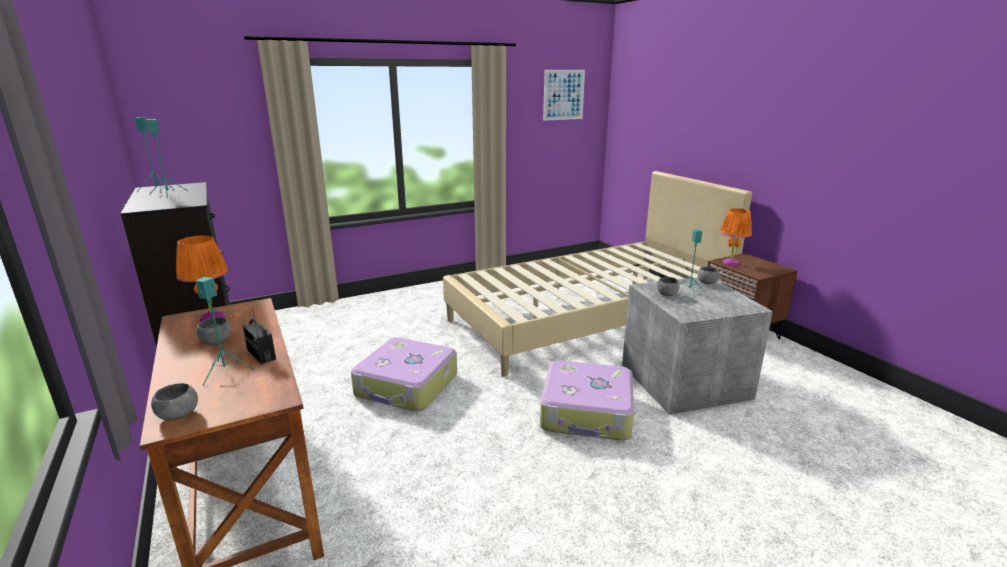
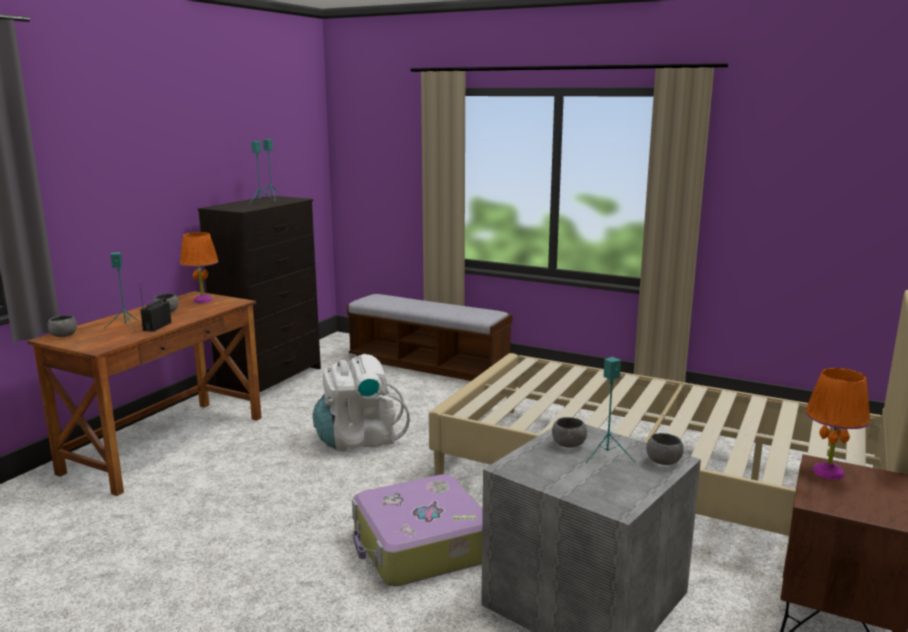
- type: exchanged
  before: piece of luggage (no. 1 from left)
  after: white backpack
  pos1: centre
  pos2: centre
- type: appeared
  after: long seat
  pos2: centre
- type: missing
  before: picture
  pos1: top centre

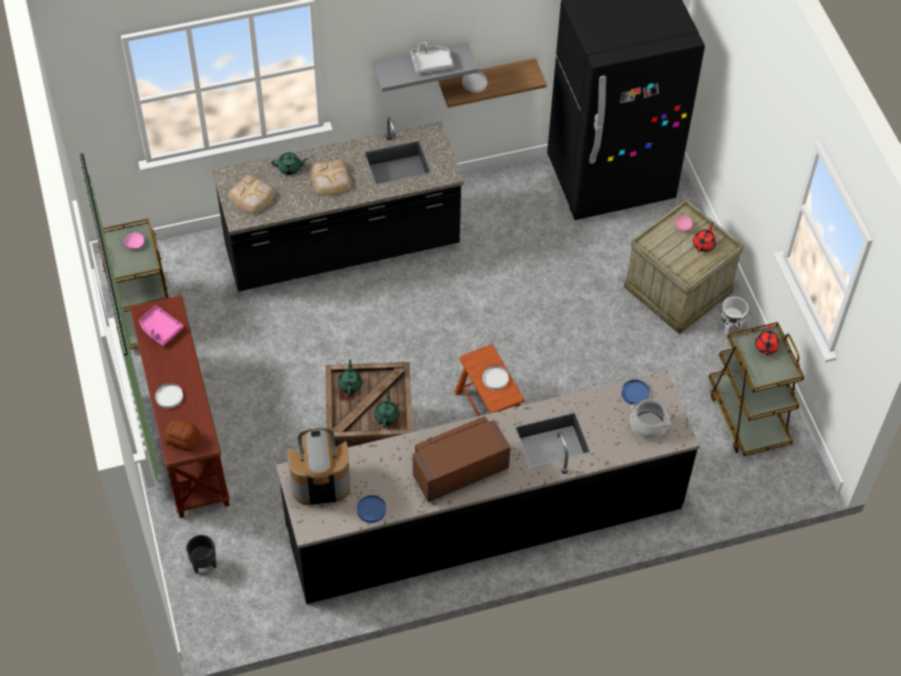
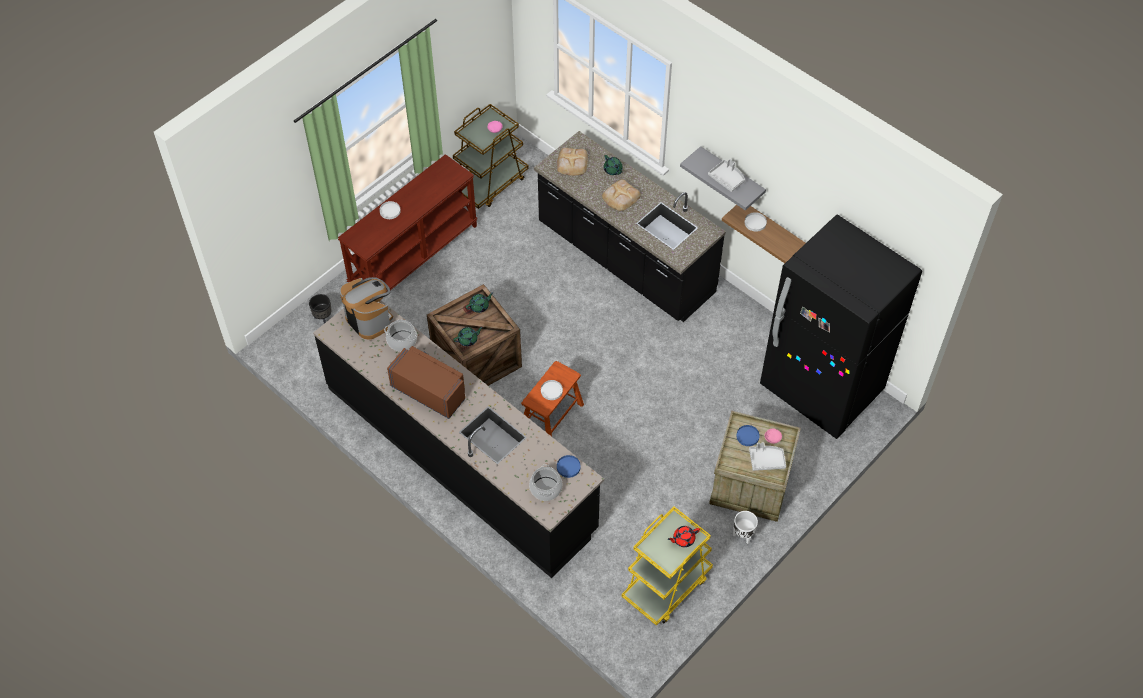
- type: appeared
  after: stockpot (no. 1 from left)
  pos2: centre
- type: colour
  before: brown-coloured wheeled cart (no. 2 from left)
  after: yellow wheeled cart
  pos1: middle right
  pos2: bottom centre
- type: relocated
  before: blue-coloured dinner plate (no. 1 from left in the first image)
  after: blue-coloured dinner plate (no. 2 from left)
  pos1: bottom centre
  pos2: centre
- type: exchanged
  before: reddish pot for tea (no. 1 from left)
  after: gray carrying tray (no. 2 from left)
  pos1: middle right
  pos2: middle right
- type: missing
  before: pink-coloured carrying tray
  pos1: middle left
- type: missing
  before: bread (no. 1 from left)
  pos1: middle left

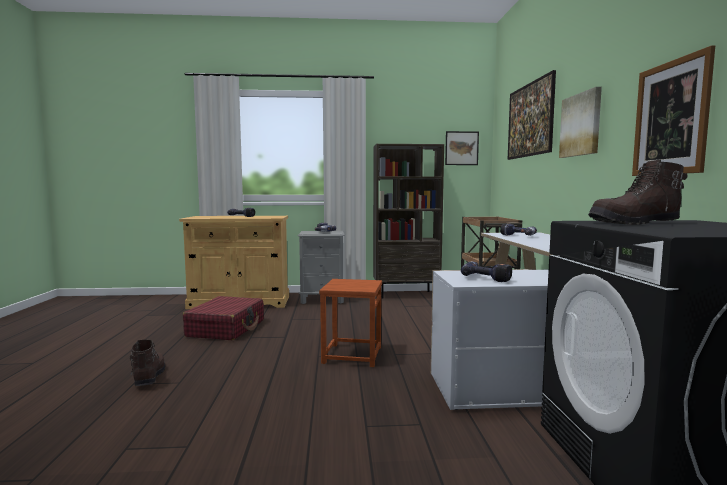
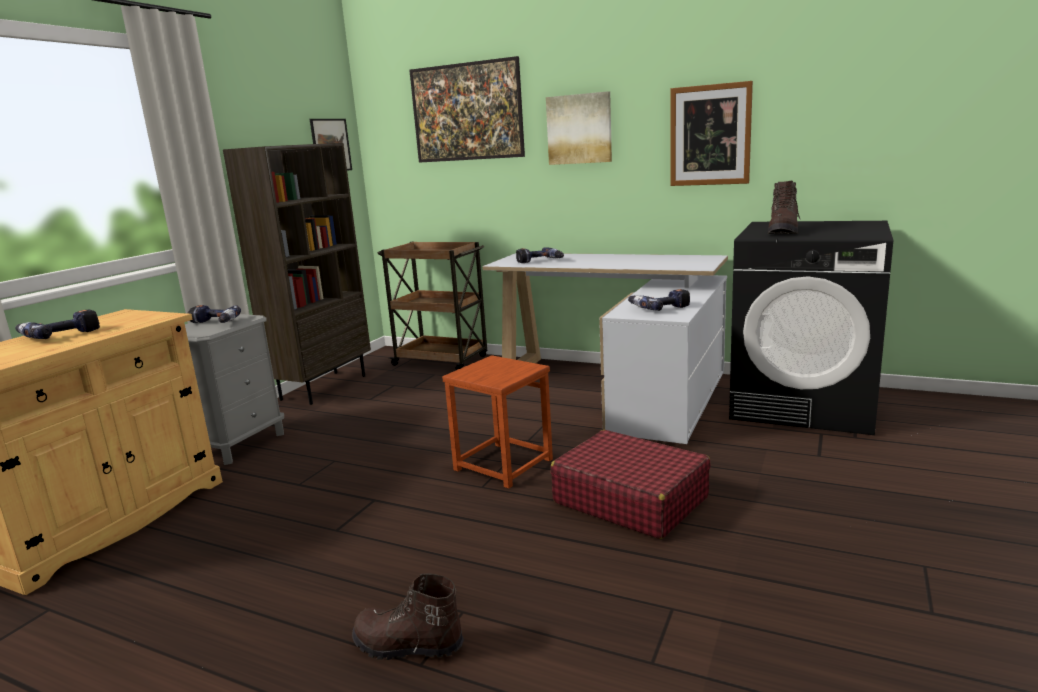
- type: relocated
  before: reddish piece of luggage
  pos1: middle left
  pos2: bottom centre

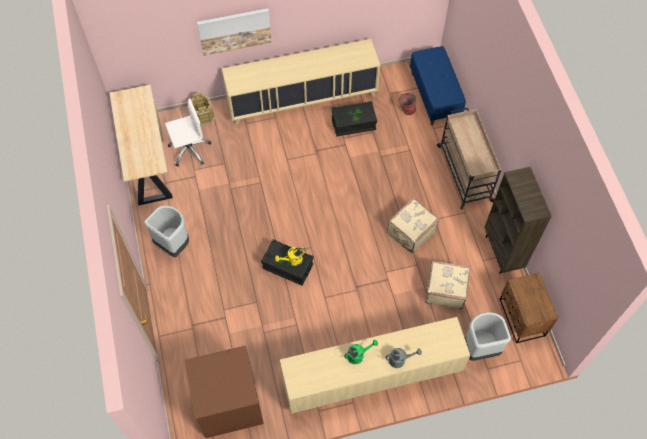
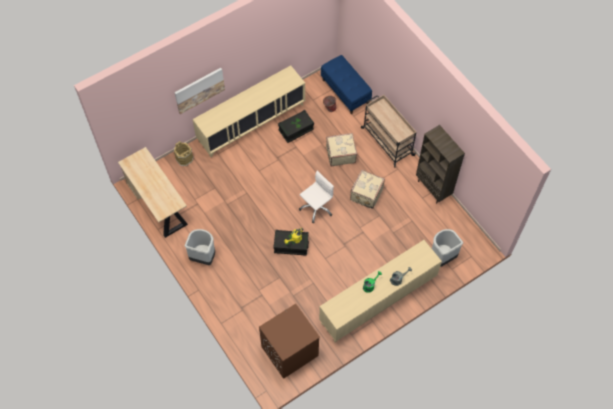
- type: relocated
  before: white desk chair
  pos1: top left
  pos2: centre
- type: relocated
  before: beige piece of luggage (no. 2 from left in the first image)
  after: beige piece of luggage (no. 1 from left)
  pos1: middle right
  pos2: centre
- type: missing
  before: brown-coloured bedside table
  pos1: bottom right

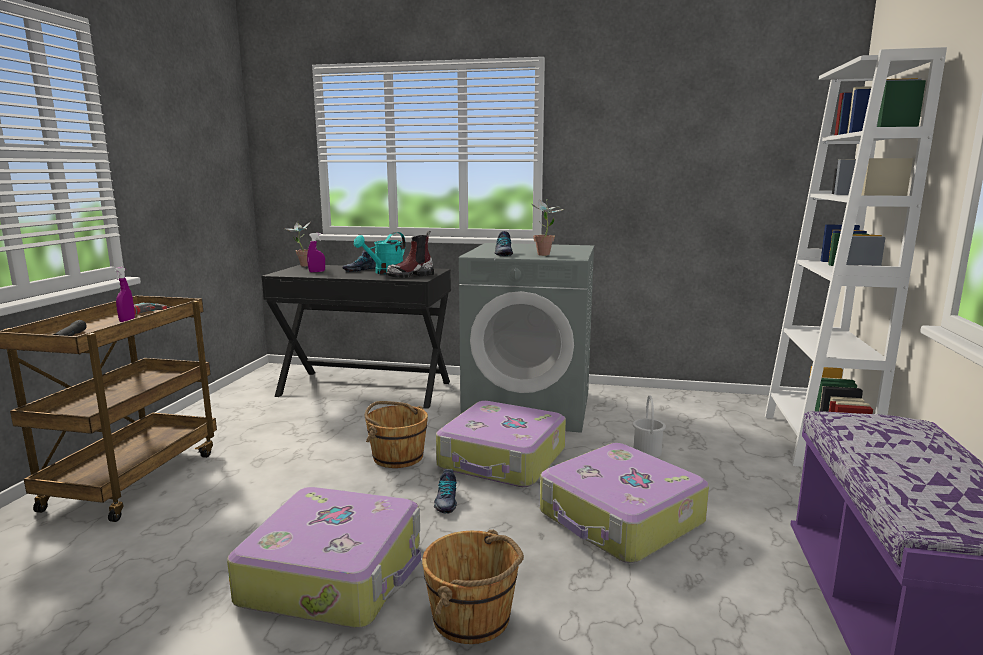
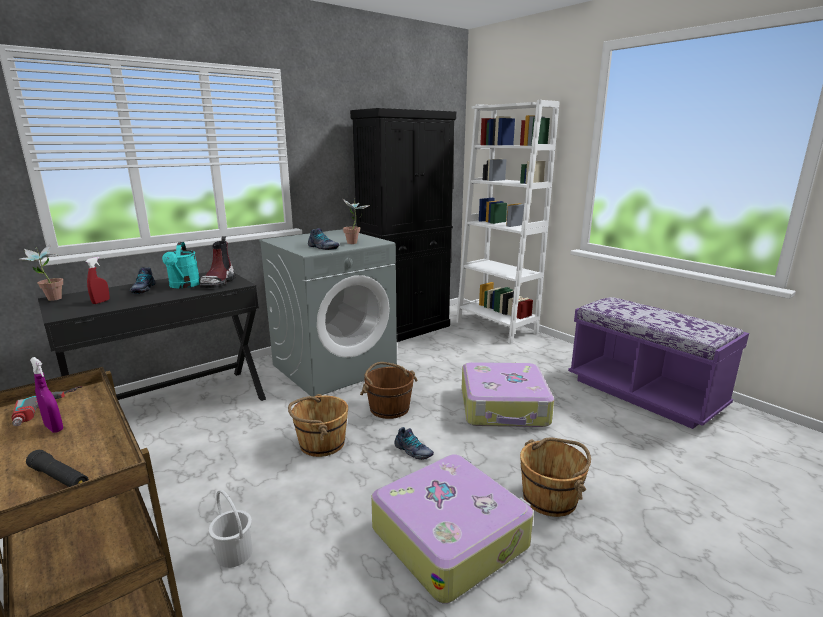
- type: colour
  before: purple-coloured spray bottle (no. 2 from left)
  after: reddish spray bottle
  pos1: middle left
  pos2: middle left
- type: relocated
  before: white bucket
  pos1: centre
  pos2: bottom left
- type: appeared
  after: black-coloured cabinet
  pos2: centre
- type: exchanged
  before: piece of luggage (no. 2 from left)
  after: brown-coloured bucket (no. 2 from left)
  pos1: bottom centre
  pos2: centre

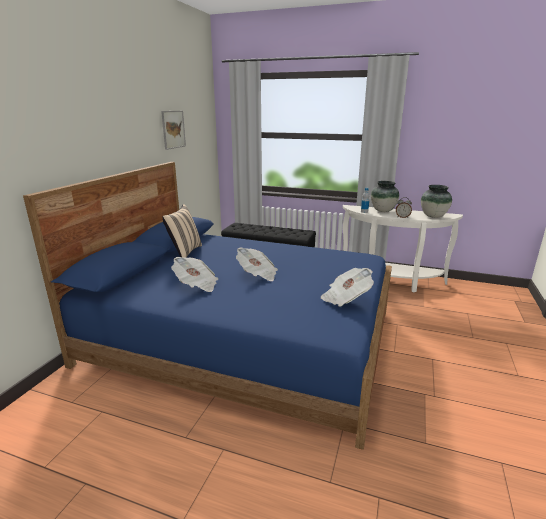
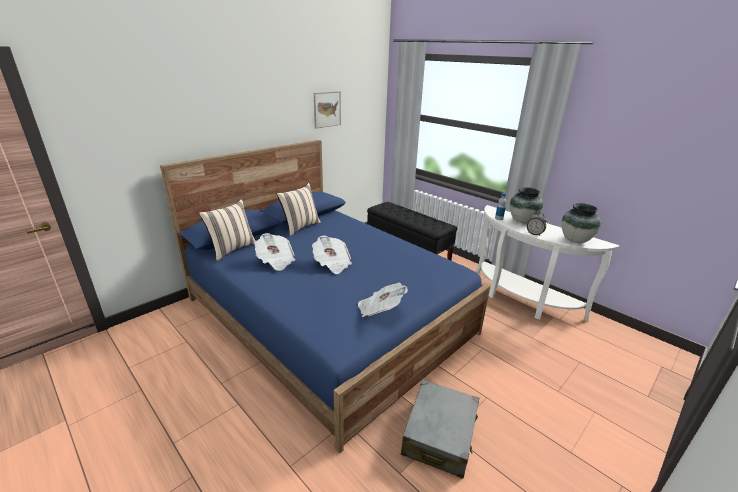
- type: appeared
  after: beige throw pillow (no. 1 from left)
  pos2: middle left
- type: appeared
  after: gray piece of luggage
  pos2: bottom centre

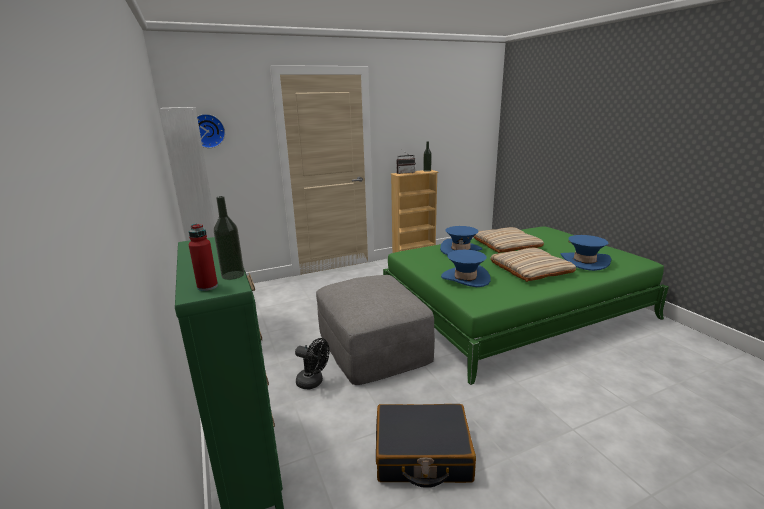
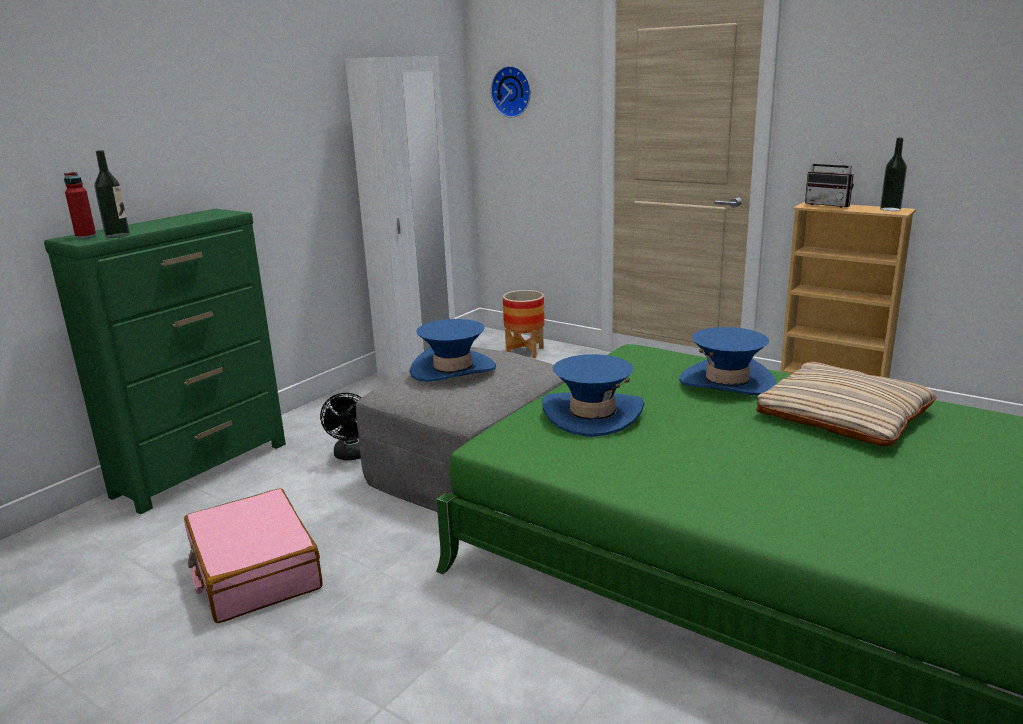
- type: colour
  before: black-coloured piece of luggage
  after: pink-coloured piece of luggage
  pos1: bottom centre
  pos2: bottom left
- type: relocated
  before: blue-coloured wearable hat (no. 3 from left in the first image)
  after: blue-coloured wearable hat (no. 1 from left)
  pos1: middle right
  pos2: centre
- type: appeared
  after: planter
  pos2: centre
- type: missing
  before: beige throw pillow (no. 2 from left)
  pos1: middle right

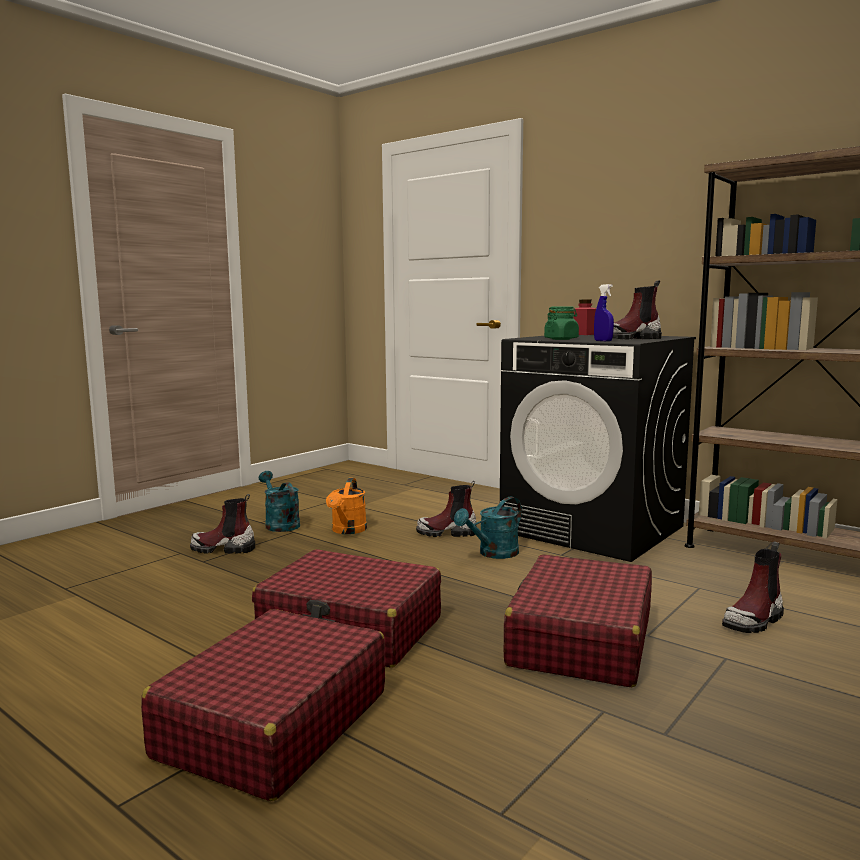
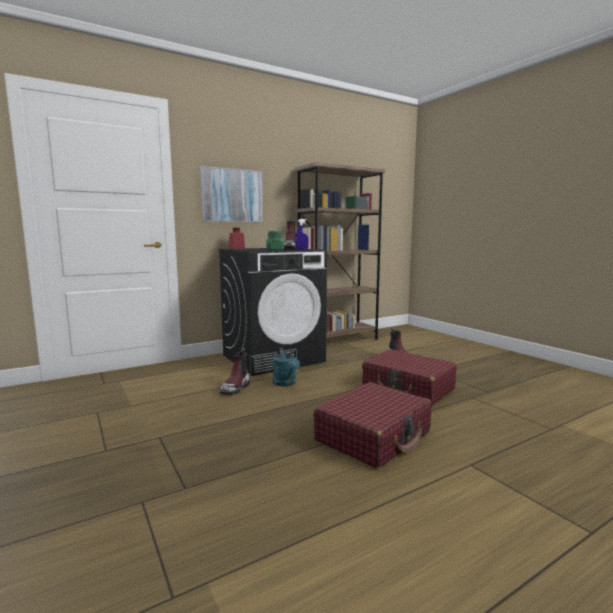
- type: appeared
  after: picture
  pos2: top centre
- type: missing
  before: reddish piece of luggage (no. 1 from left)
  pos1: bottom left
- type: missing
  before: tall boot (no. 1 from left)
  pos1: middle left
- type: missing
  before: blue-green watering pot (no. 1 from left)
  pos1: middle left
- type: missing
  before: orange-coloured watering pot
  pos1: centre

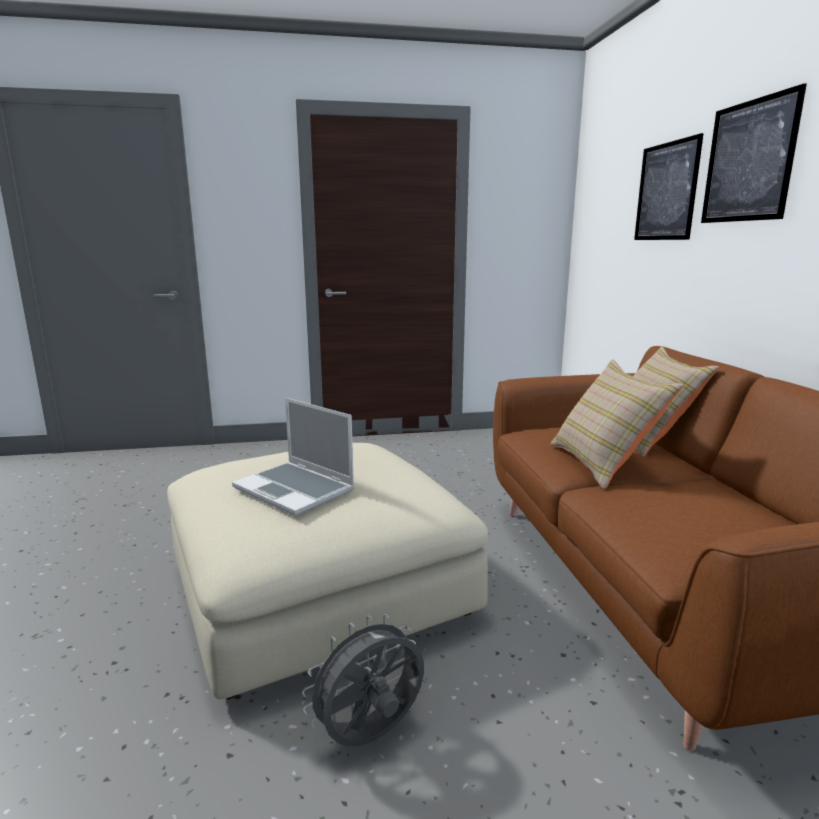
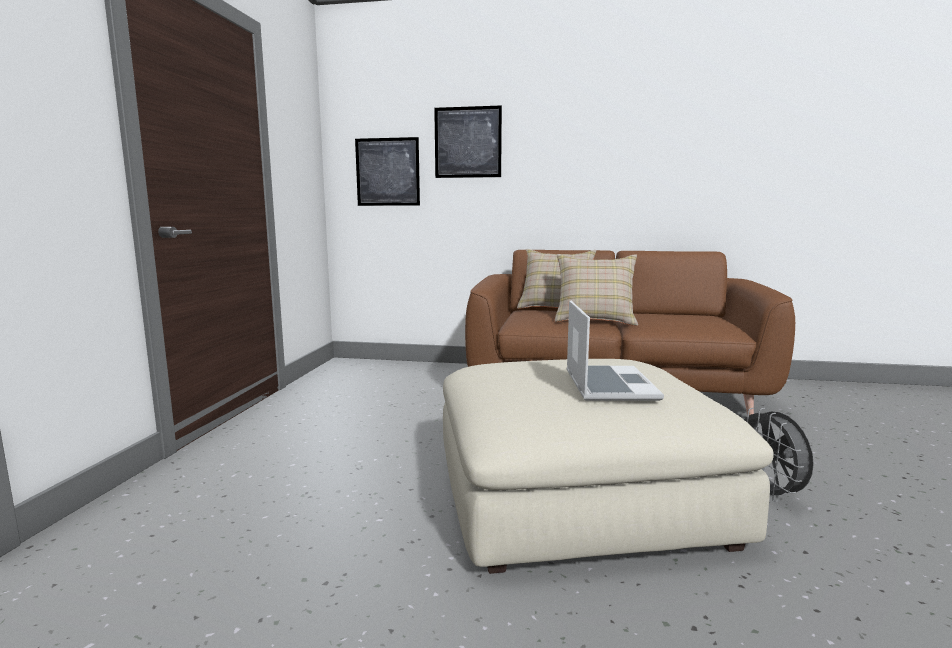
- type: relocated
  before: picture (no. 2 from left in the first image)
  after: picture (no. 1 from left)
  pos1: top right
  pos2: top centre
- type: spun
  before: laptop
  pos1: centre
  pos2: centre
  turn: -60

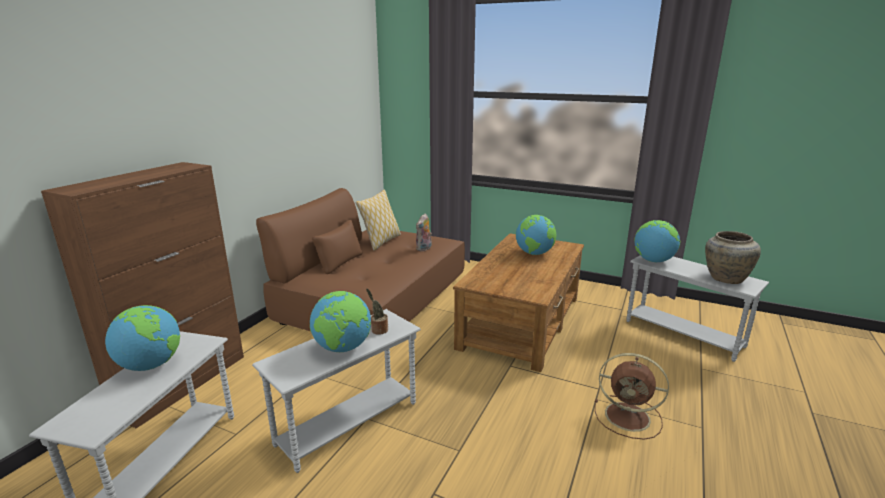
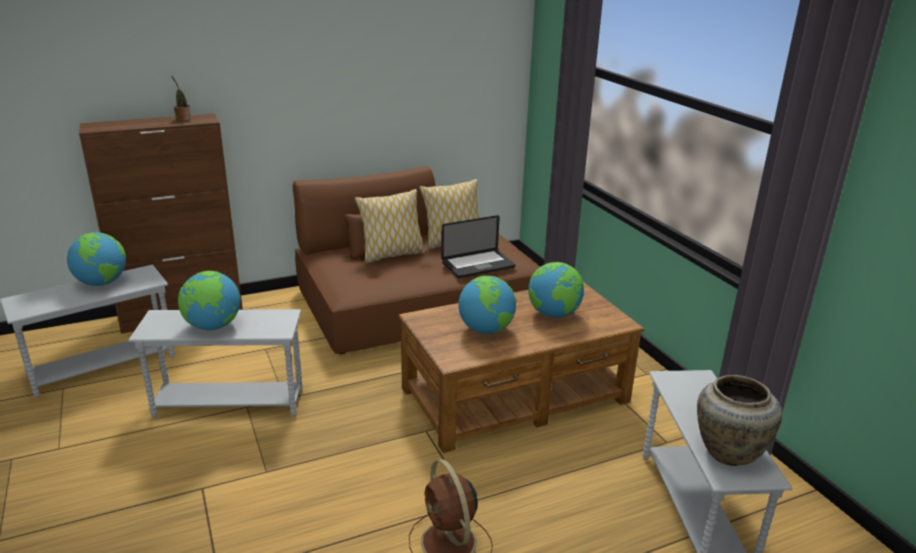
- type: relocated
  before: potted plant
  pos1: centre
  pos2: top left
- type: appeared
  after: throw pillow (no. 1 from left)
  pos2: centre
- type: exchanged
  before: soft toy
  after: laptop
  pos1: centre
  pos2: centre
- type: relocated
  before: desk globe (no. 4 from left in the first image)
  after: desk globe (no. 3 from left)
  pos1: middle right
  pos2: centre

